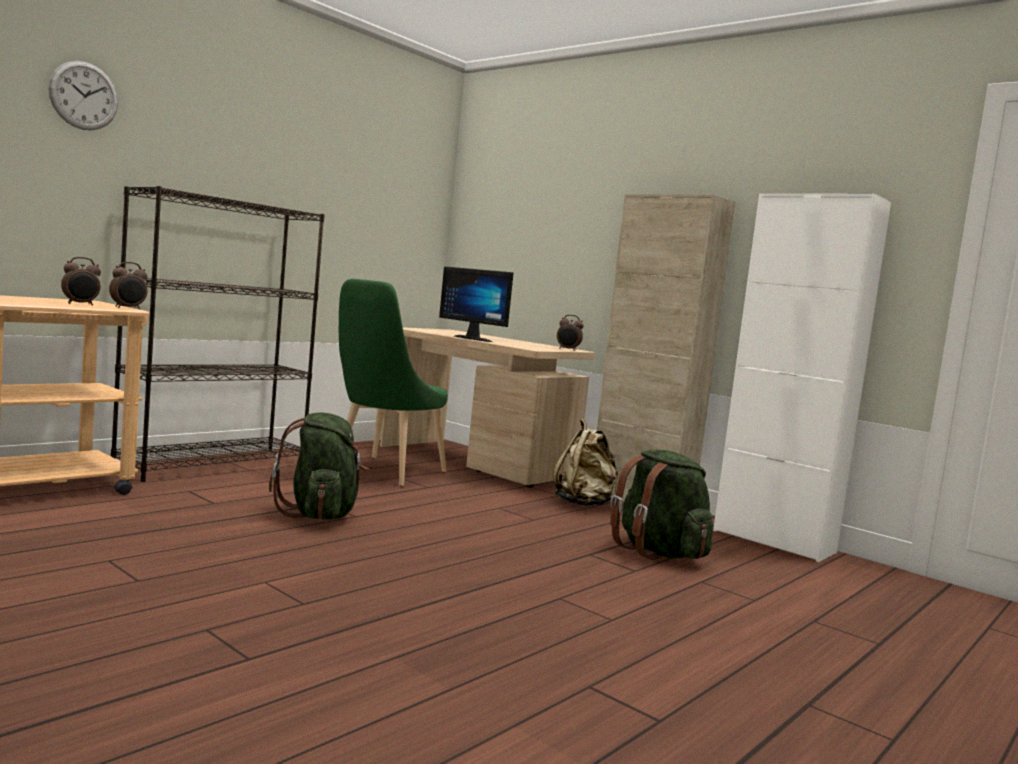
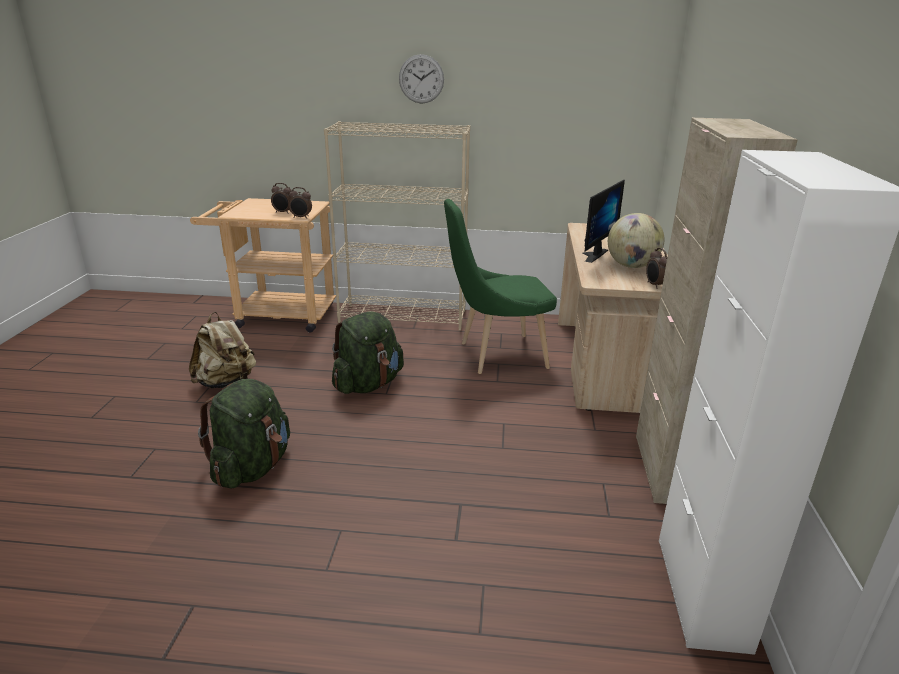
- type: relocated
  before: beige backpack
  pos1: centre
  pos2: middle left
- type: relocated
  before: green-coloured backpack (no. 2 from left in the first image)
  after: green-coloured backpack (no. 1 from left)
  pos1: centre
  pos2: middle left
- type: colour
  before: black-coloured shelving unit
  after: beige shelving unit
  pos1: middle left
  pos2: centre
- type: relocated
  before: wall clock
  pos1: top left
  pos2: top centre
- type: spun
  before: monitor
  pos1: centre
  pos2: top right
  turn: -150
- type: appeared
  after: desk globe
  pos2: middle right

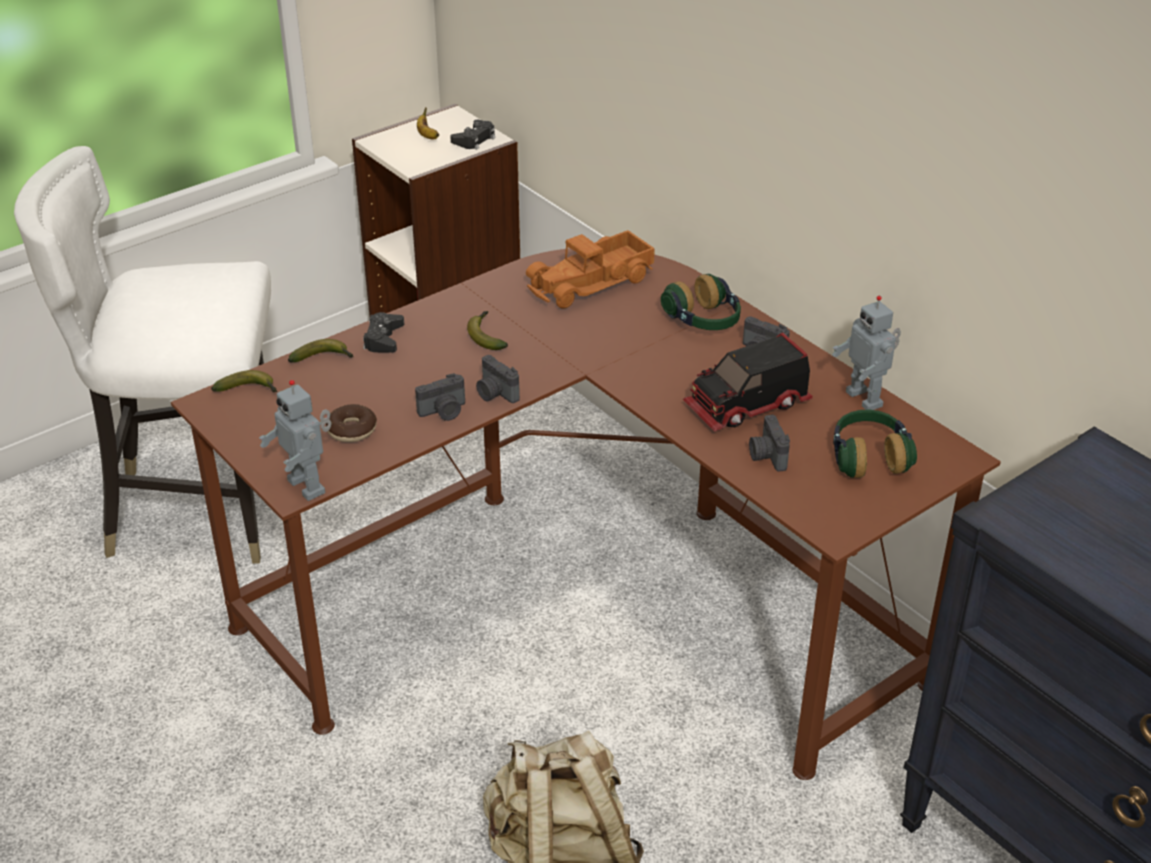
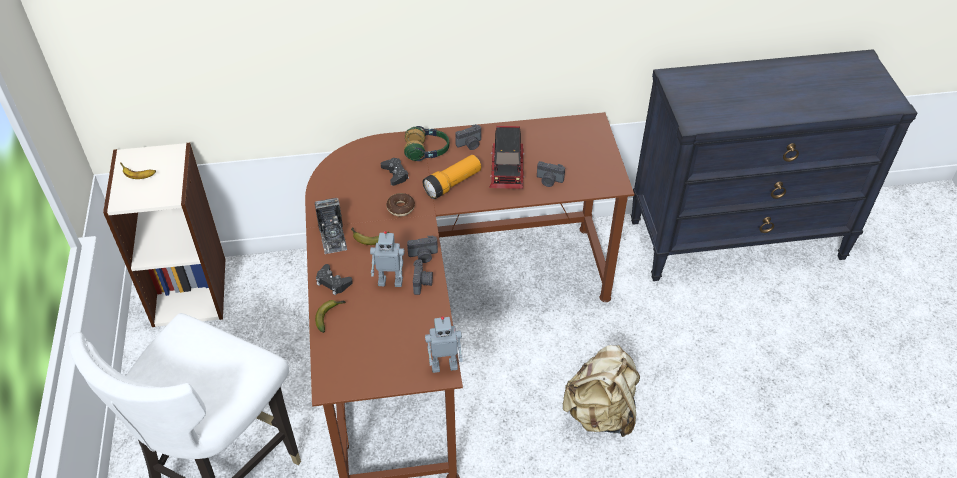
- type: appeared
  after: still camera (no. 1 from left)
  pos2: centre
- type: relocated
  before: robot figure (no. 2 from left in the first image)
  after: robot figure (no. 1 from left)
  pos1: middle right
  pos2: centre
- type: relocated
  before: black-coloured joypad (no. 2 from left)
  pos1: top centre
  pos2: centre
- type: relocated
  before: doughnut
  pos1: middle left
  pos2: centre
- type: appeared
  after: hand torch
  pos2: centre
- type: missing
  before: whole banana (no. 1 from left)
  pos1: middle left
- type: missing
  before: toy truck (no. 1 from left)
  pos1: top centre
- type: missing
  before: headphones (no. 2 from left)
  pos1: middle right

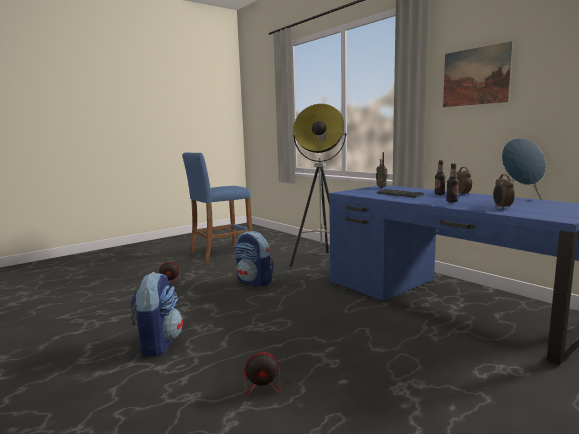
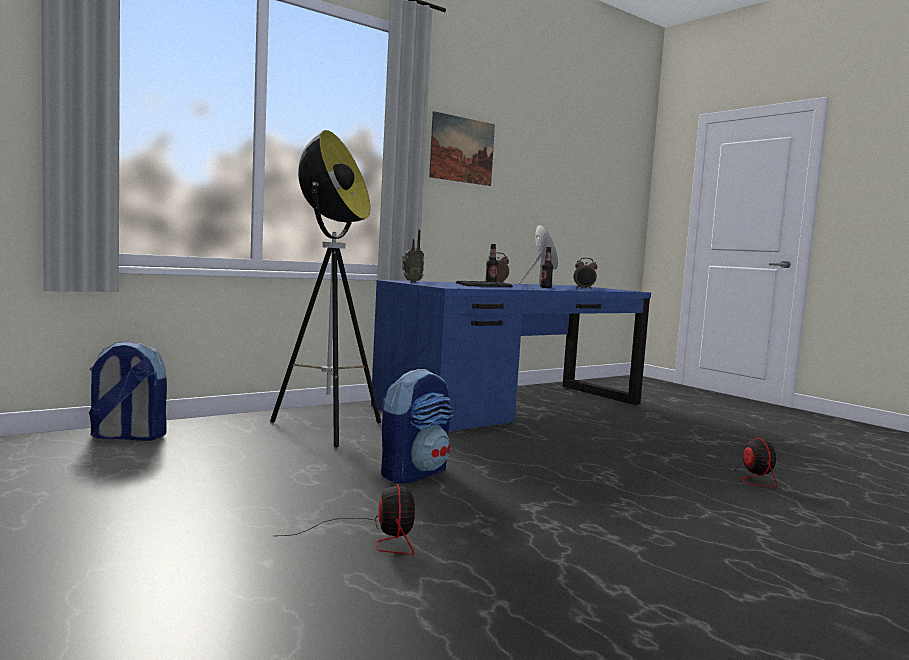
- type: relocated
  before: backpack (no. 1 from left)
  pos1: bottom left
  pos2: middle left
- type: missing
  before: blue-coloured stool seat
  pos1: centre

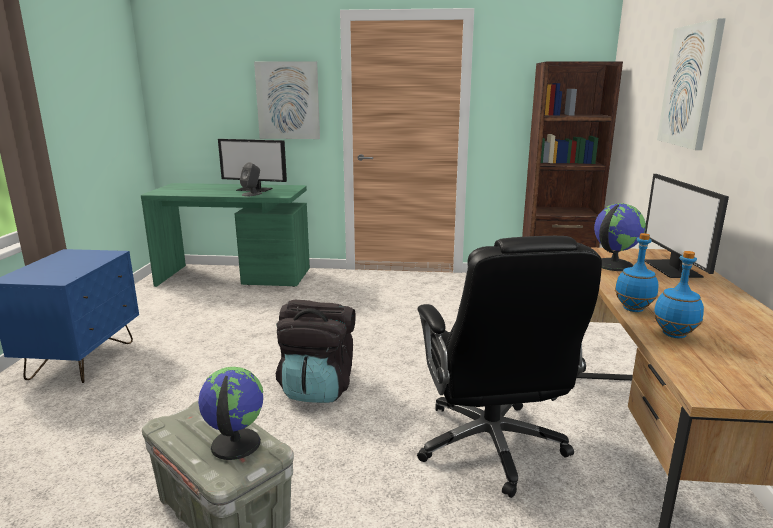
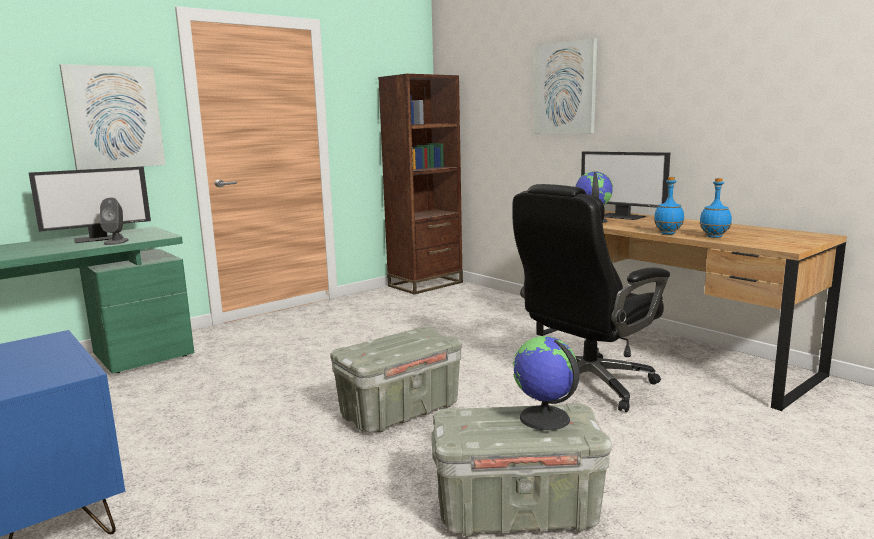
- type: exchanged
  before: black-coloured backpack
  after: gray storage box (no. 1 from left)
  pos1: centre
  pos2: bottom centre
- type: spun
  before: black-coloured desk chair
  pos1: bottom centre
  pos2: middle right
  turn: 105

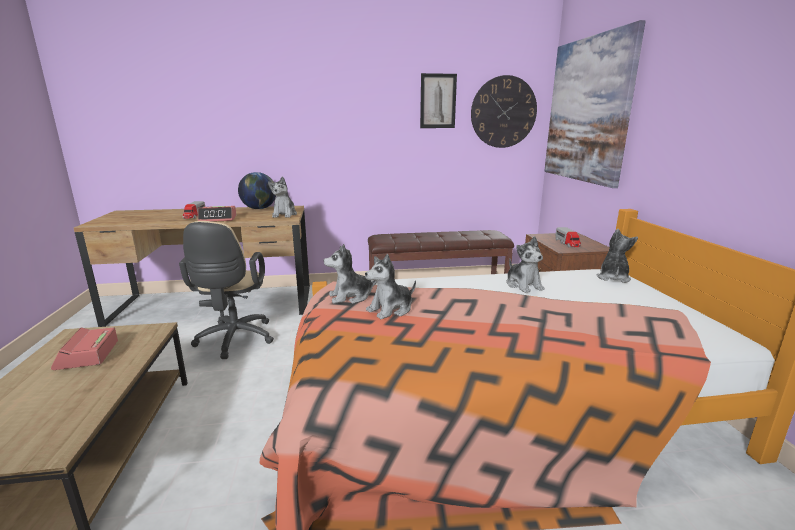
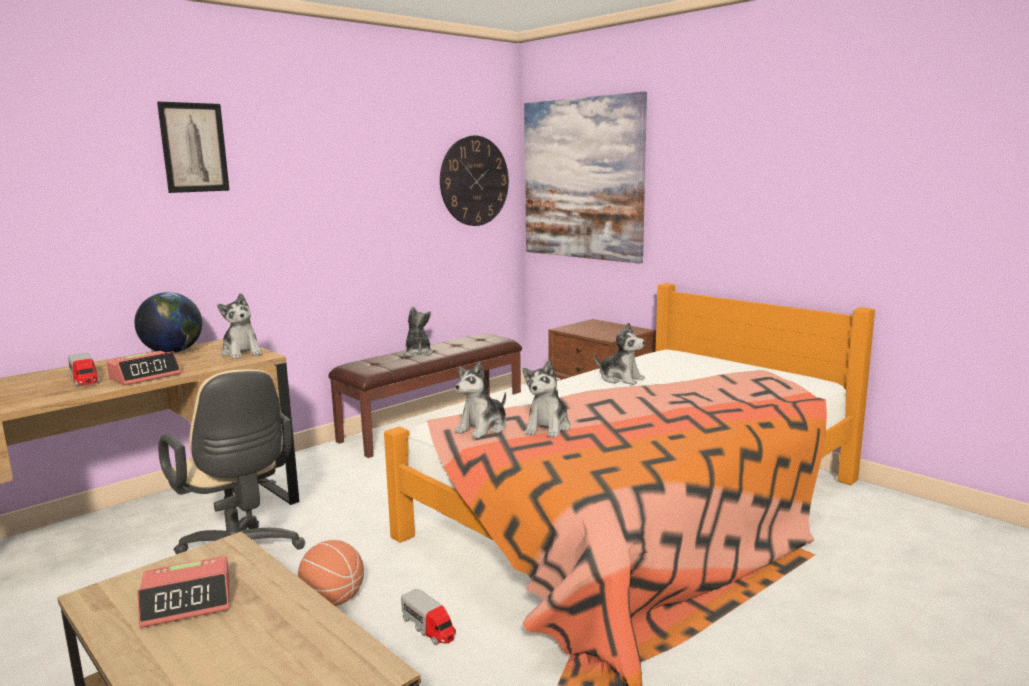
- type: spun
  before: alarm clock (no. 1 from left in the first image)
  pos1: middle left
  pos2: bottom left
  turn: -60
- type: relocated
  before: picture (no. 1 from left)
  pos1: top centre
  pos2: top left
- type: appeared
  after: basketball ball
  pos2: bottom left
- type: relocated
  before: toy truck (no. 2 from left)
  pos1: middle right
  pos2: bottom centre
- type: relocated
  before: soft toy (no. 5 from left in the first image)
  after: soft toy (no. 2 from left)
  pos1: middle right
  pos2: centre

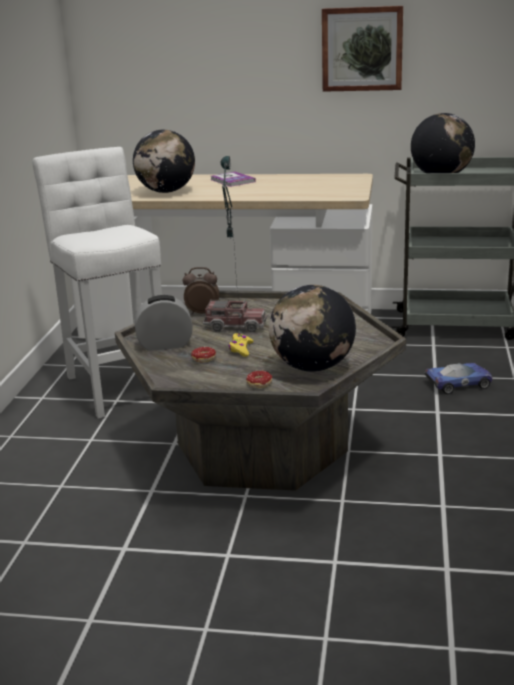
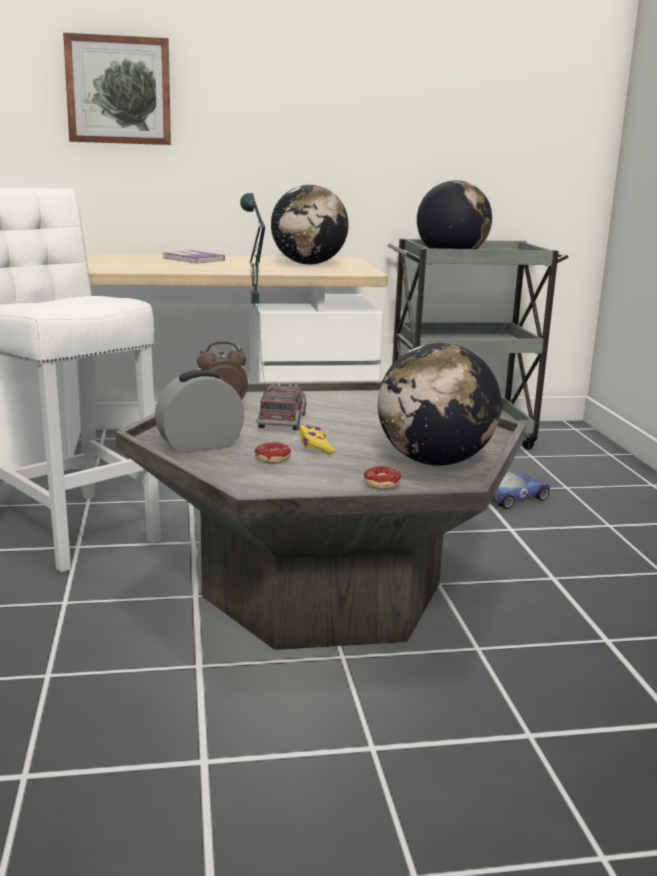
- type: relocated
  before: picture
  pos1: top right
  pos2: top left
- type: spun
  before: toy truck
  pos1: centre
  pos2: centre
  turn: -75
- type: relocated
  before: desk globe (no. 1 from left)
  pos1: top left
  pos2: top centre

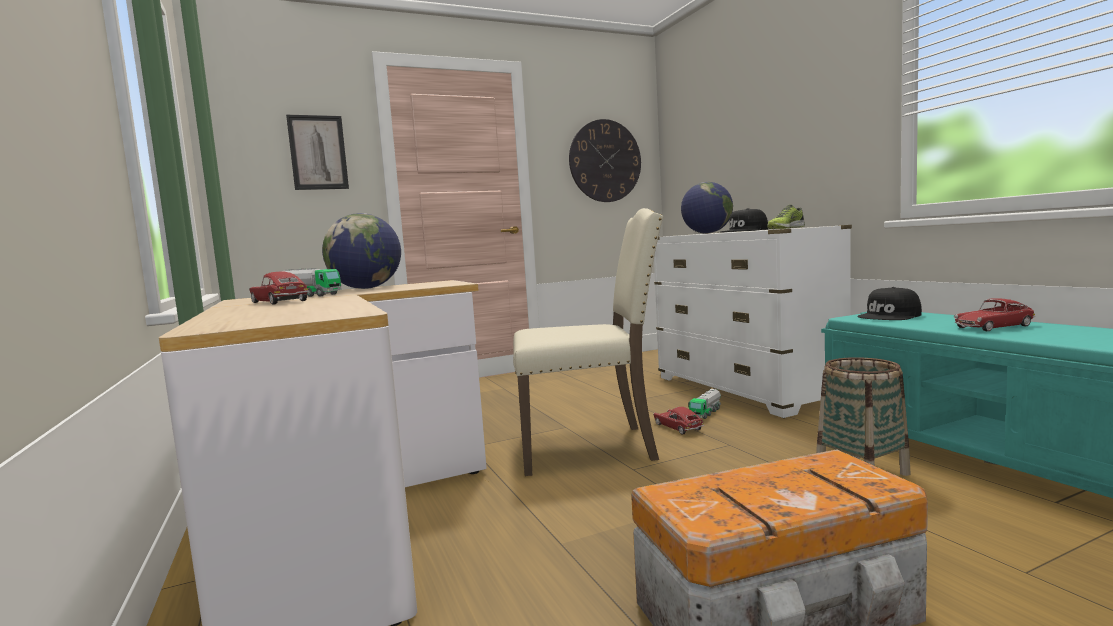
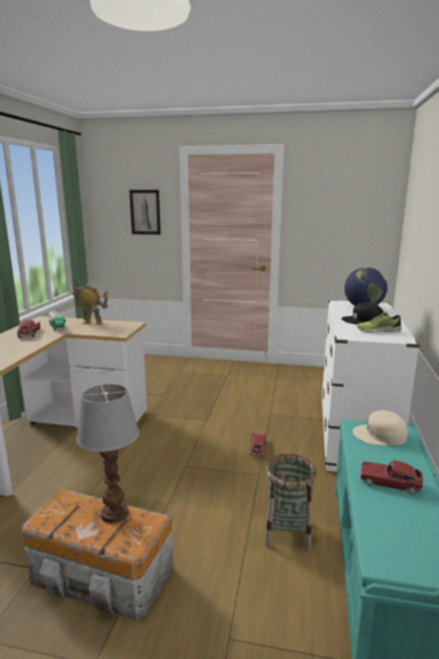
- type: exchanged
  before: desk globe (no. 1 from left)
  after: robot figure
  pos1: middle left
  pos2: middle left
- type: appeared
  after: lamp for a table
  pos2: bottom left
- type: colour
  before: black-coloured baseball cap (no. 2 from left)
  after: beige baseball cap
  pos1: middle right
  pos2: middle right
- type: missing
  before: beige chair
  pos1: centre
- type: missing
  before: wall clock
  pos1: top centre
- type: missing
  before: toy truck (no. 2 from left)
  pos1: centre

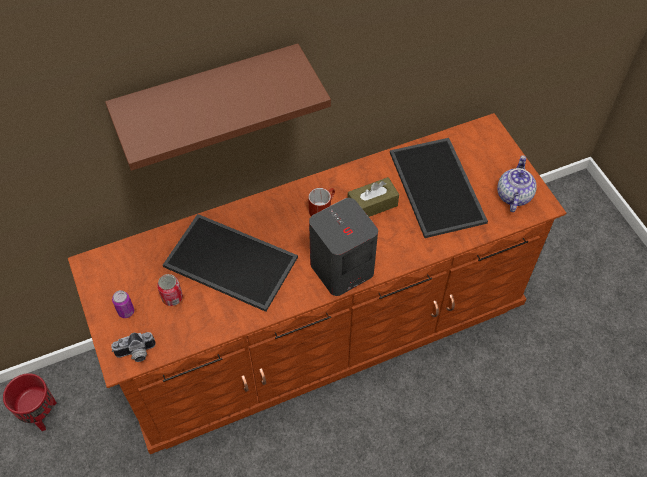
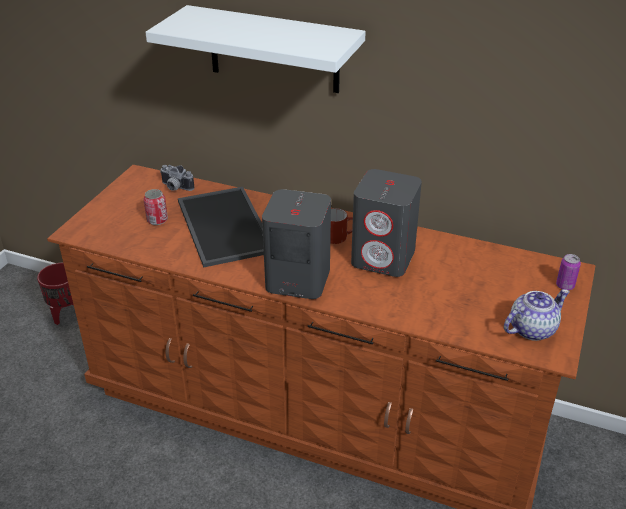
- type: colour
  before: brown-coloured wall shelf
  after: white wall shelf
  pos1: top centre
  pos2: top centre
- type: relocated
  before: still camera
  pos1: bottom left
  pos2: middle left
- type: exchanged
  before: brown-coloured tissue holder
  after: gray speaker (no. 2 from left)
  pos1: centre
  pos2: centre
- type: relocated
  before: metal can (no. 1 from left in the first image)
  after: metal can (no. 2 from left)
  pos1: middle left
  pos2: middle right
- type: missing
  before: carrying tray (no. 2 from left)
  pos1: middle right

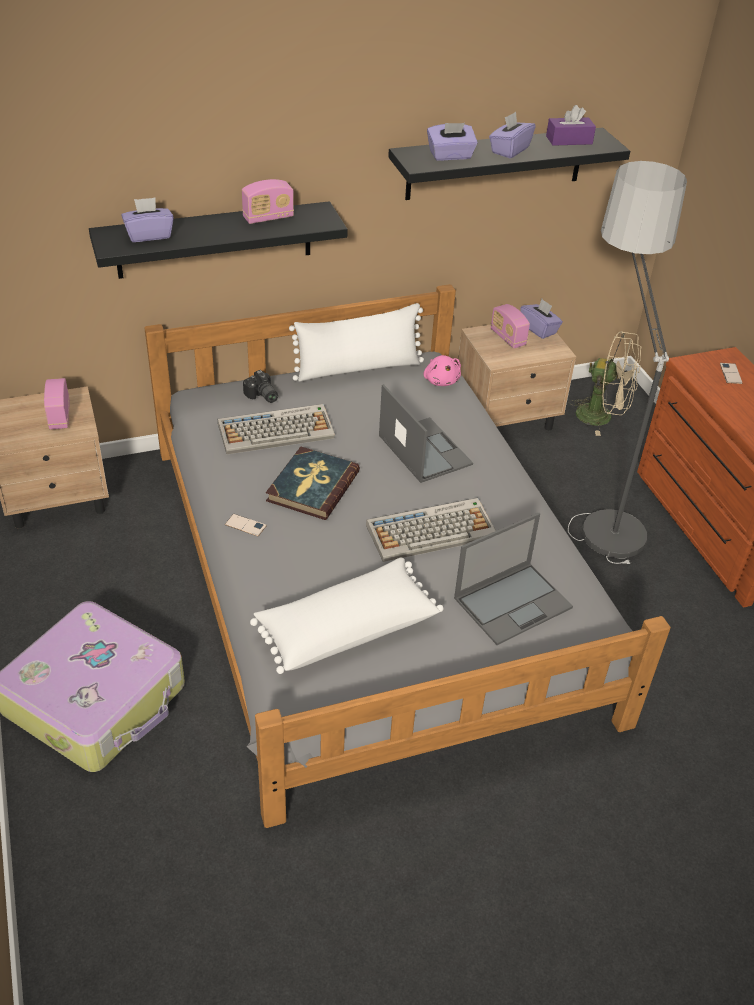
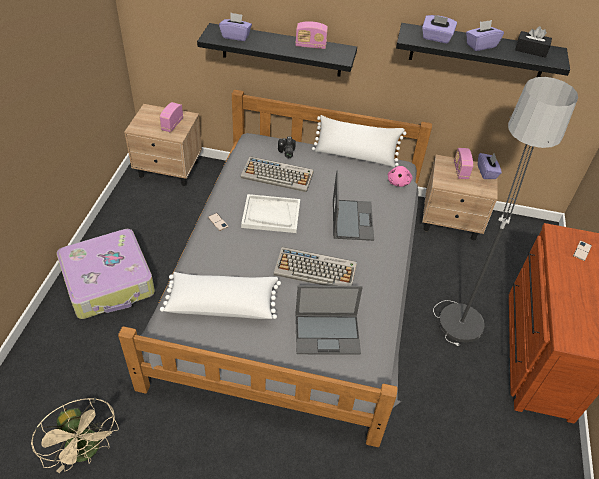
- type: relocated
  before: beige cooling fan
  pos1: middle right
  pos2: bottom left
- type: exchanged
  before: book
  after: white carrying tray
  pos1: centre
  pos2: centre
- type: colour
  before: purple-coloured tissue holder (no. 5 from left)
  after: black-coloured tissue holder
  pos1: top right
  pos2: top right

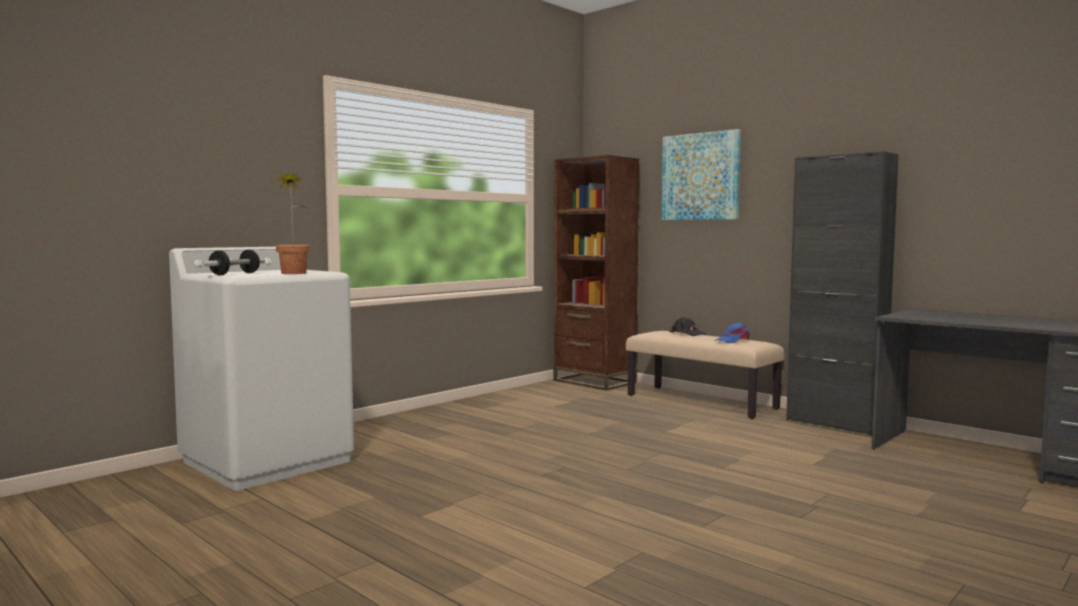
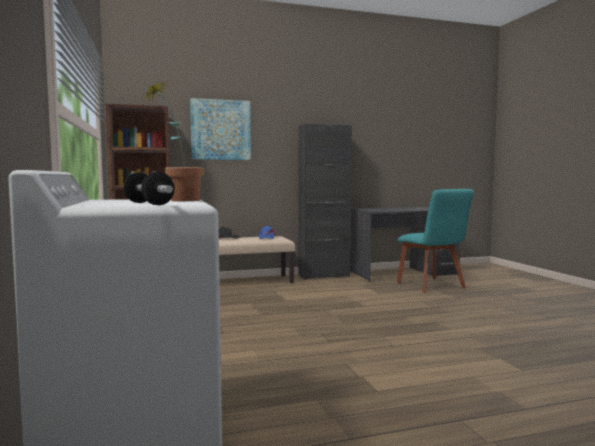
- type: appeared
  after: blue-green chair
  pos2: middle right

